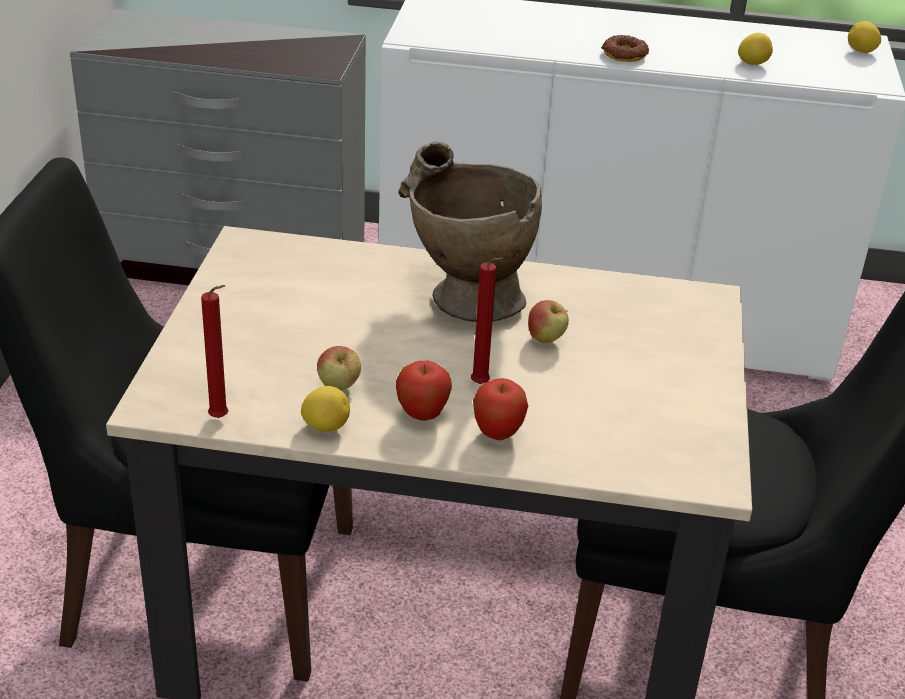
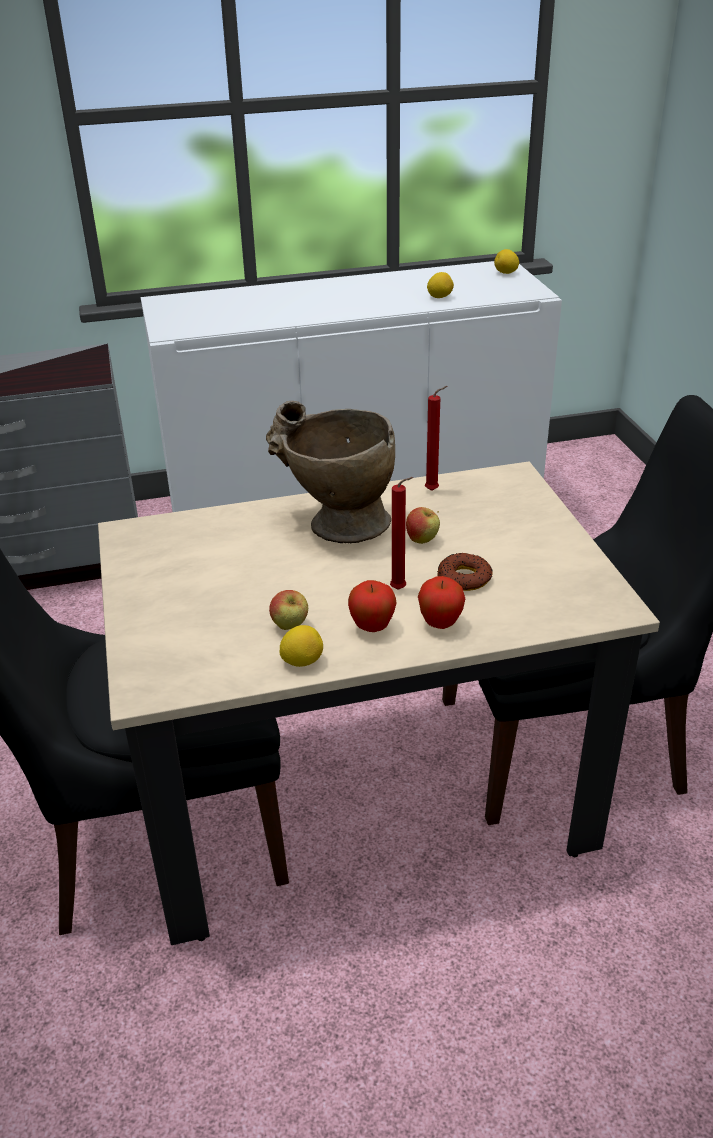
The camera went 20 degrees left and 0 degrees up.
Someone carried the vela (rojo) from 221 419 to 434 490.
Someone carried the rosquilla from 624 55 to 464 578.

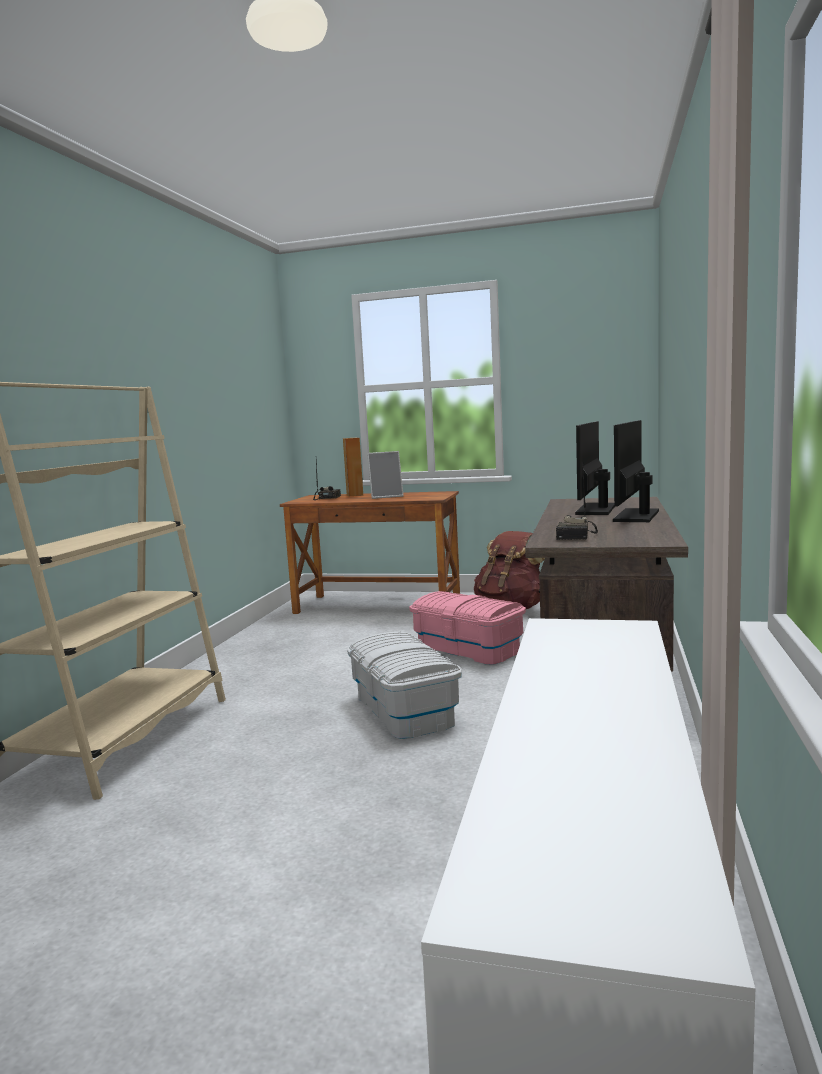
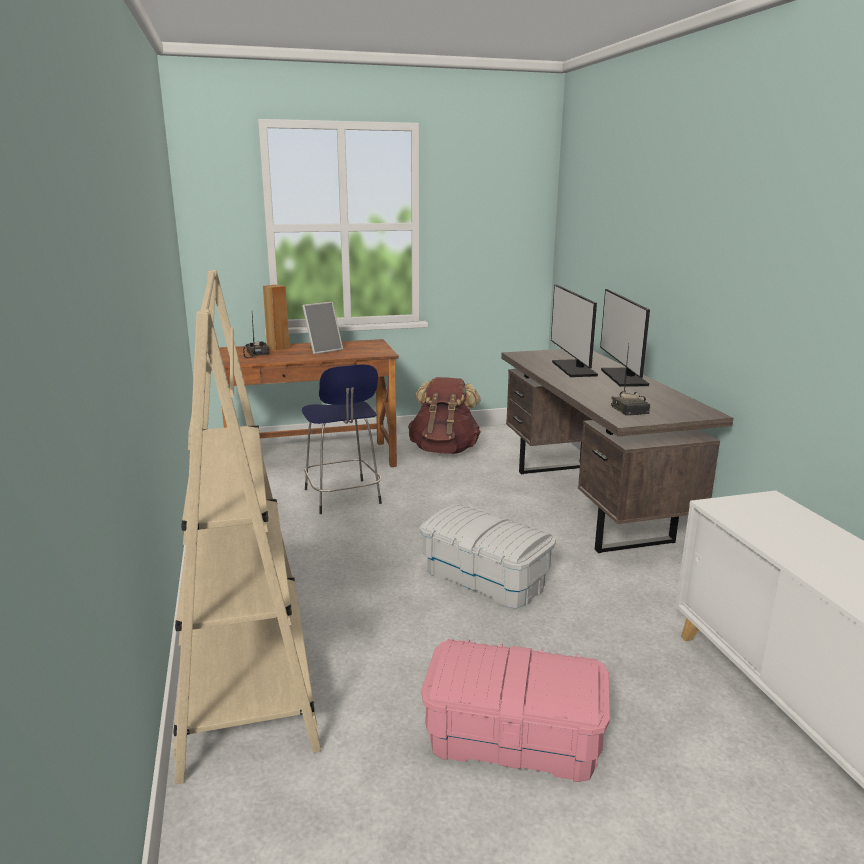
The camera went 30 degrees left and 10 degrees up.
Someone put down the taburete (azul) at 343 498.
Someone carried the caja de almacenaje (rosa) from 468 649 to 514 738.

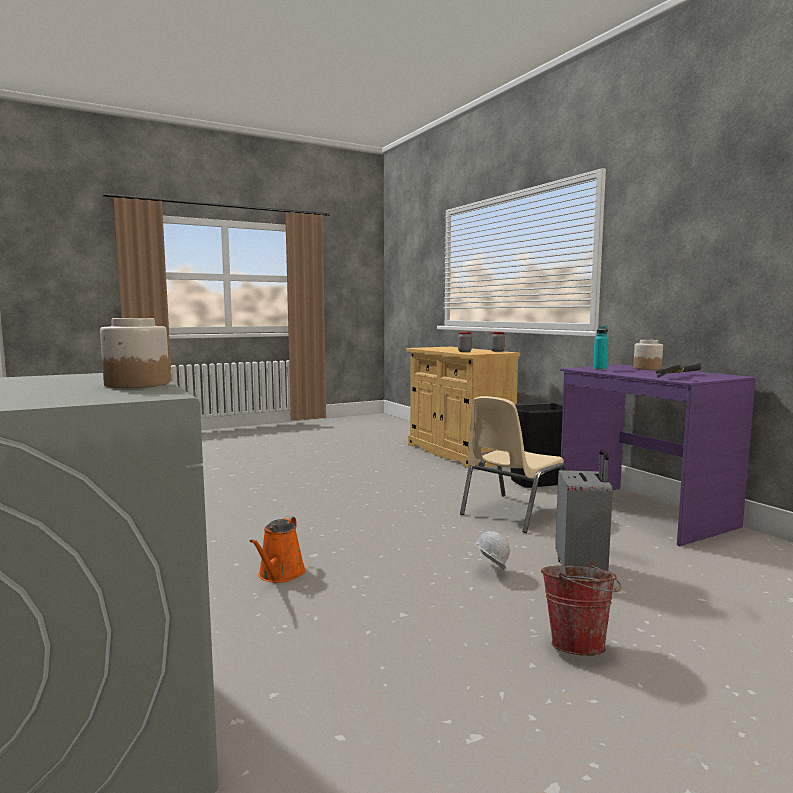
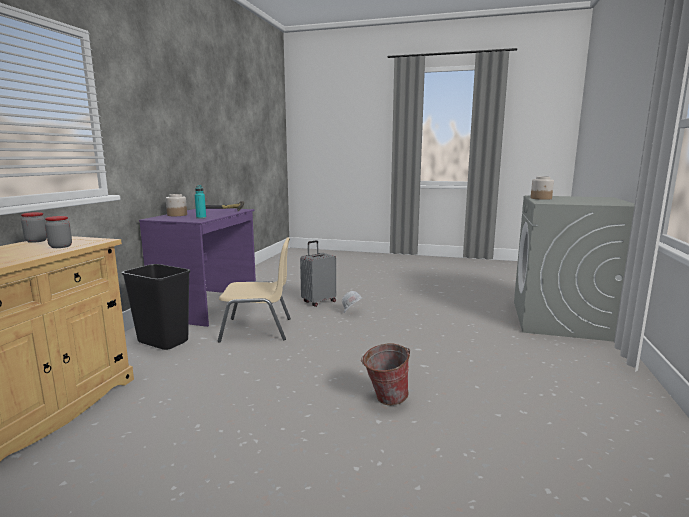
The camera went 135 degrees left and 5 degrees up.
Someone carried the cubo from 577 644 to 385 400.
Someone took away the regadera (naranja) at 280 574.

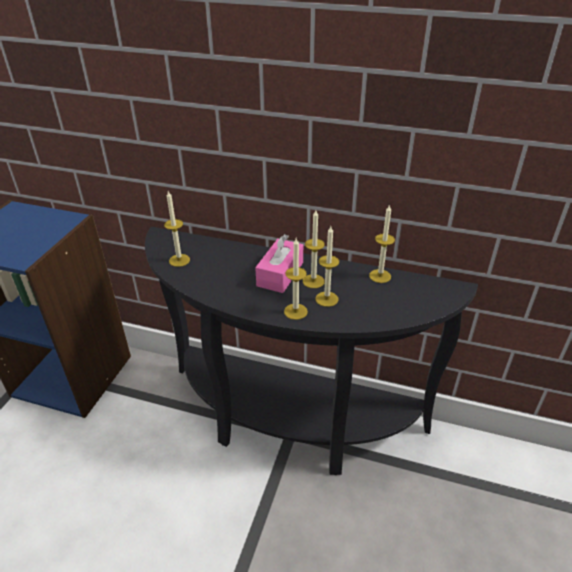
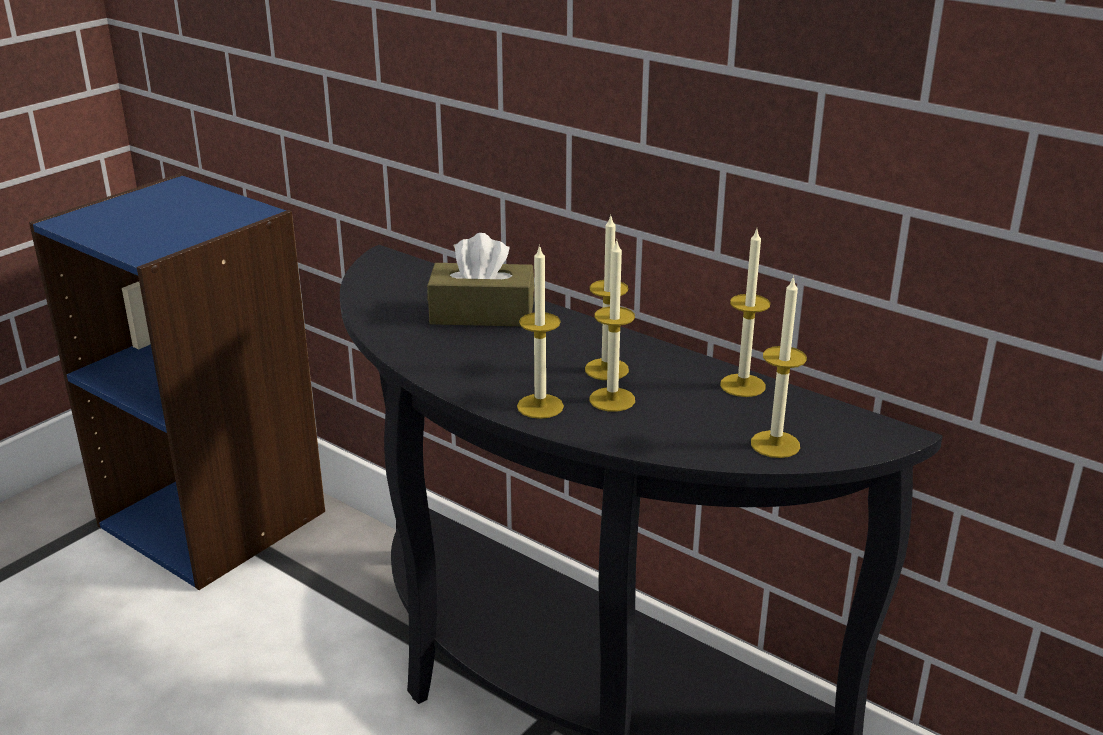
The camera went 20 degrees right and 10 degrees down.
Someone put down the caja de pañuelos (marrón) at 482 314.
Someone carried the vela from 179 260 to 775 444.
Someone took away the caja de pañuelos (rosa) at 280 274.

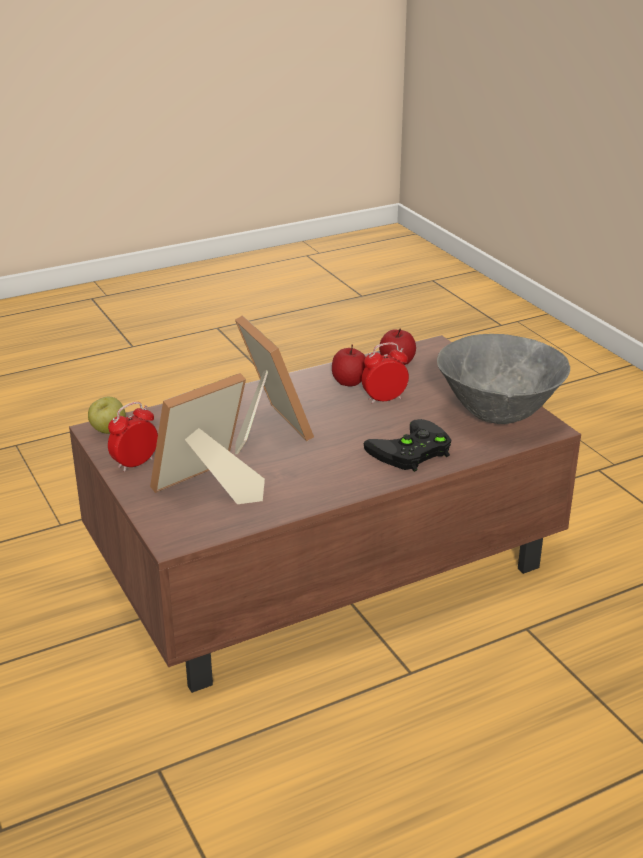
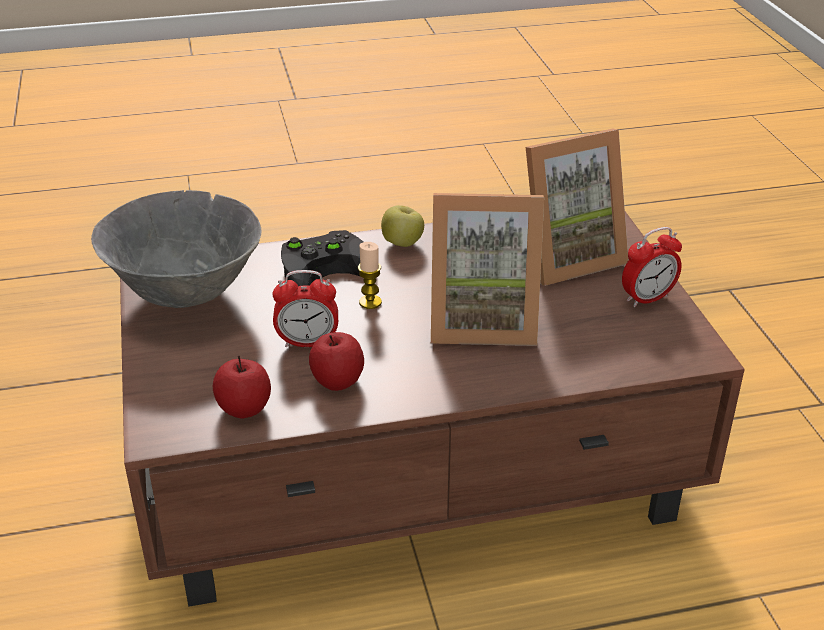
The camera went 165 degrees left and 5 degrees up.
Someone put down the vela at 370 302.
Someone carried the manzana from 108 431 to 402 244.
Someone rotated the portarretratos at 265 429 by 75 degrees counterclockwise.

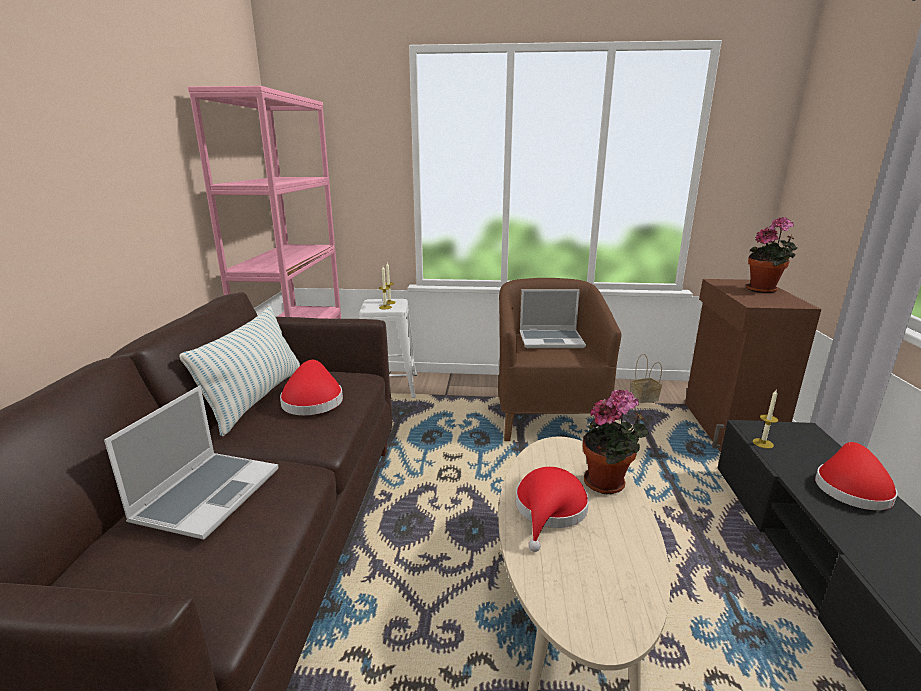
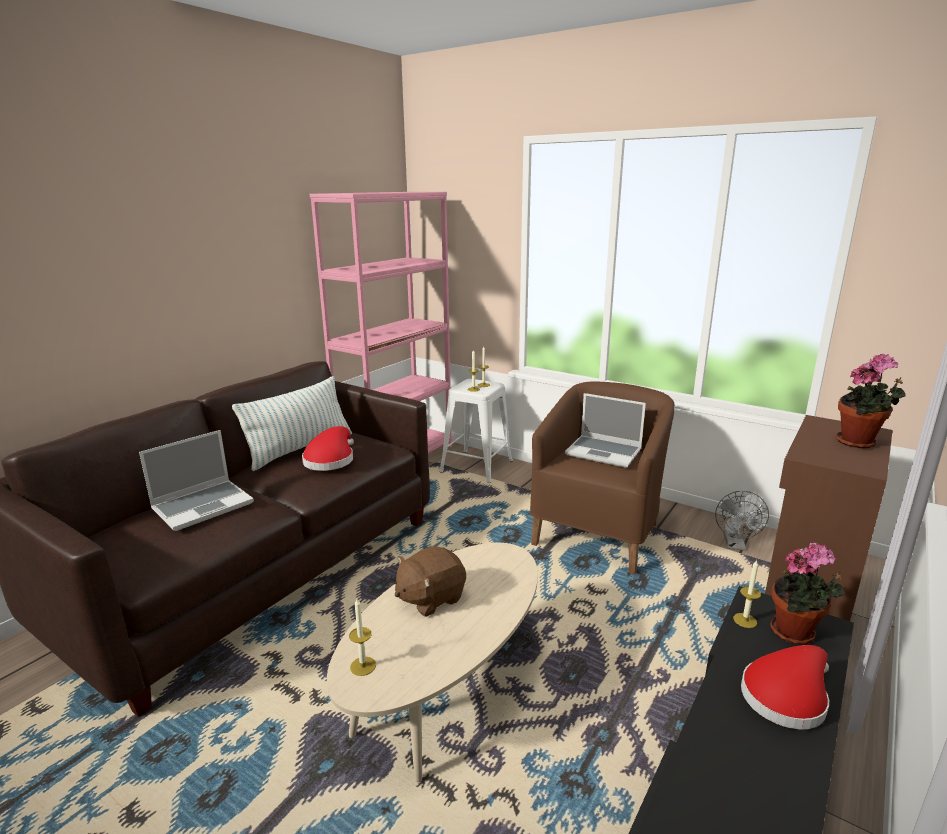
The camera went 30 degrees right and 0 degrees up.
Someone put down the vela at 363 666.
Someone swapped the sombrero (rojo) at 549 510 for the peluche (marrón) at 430 598.
Someone swapped the cesta at 644 398 for the ventilador (gris) at 735 545.
Someone carried the planta en maceta from 608 484 to 796 634.

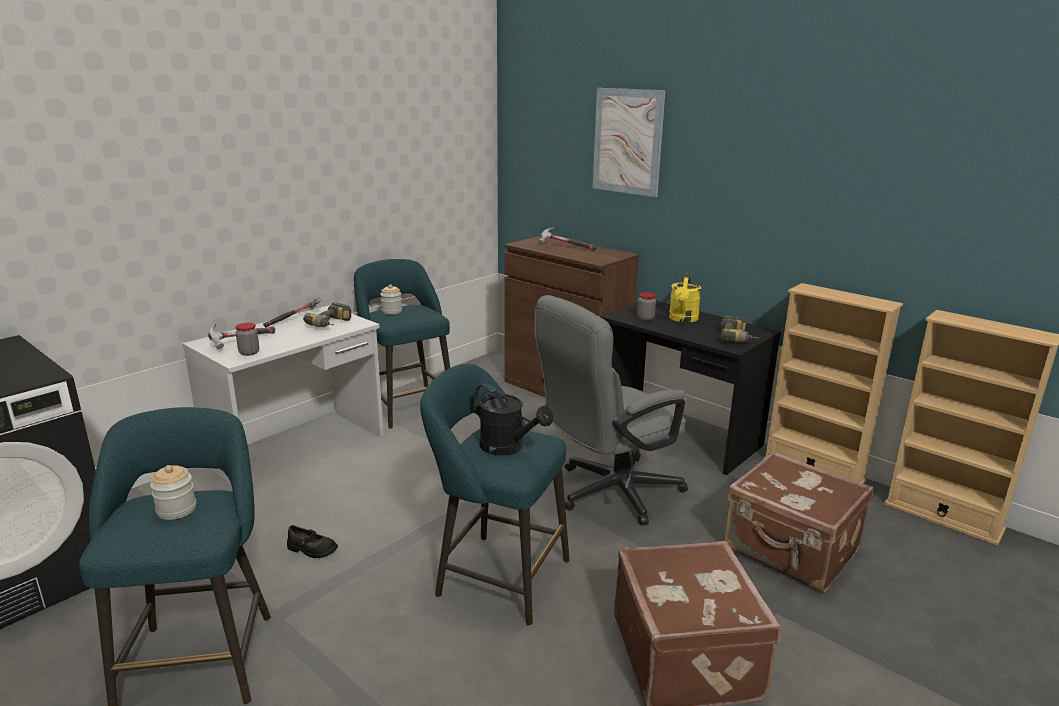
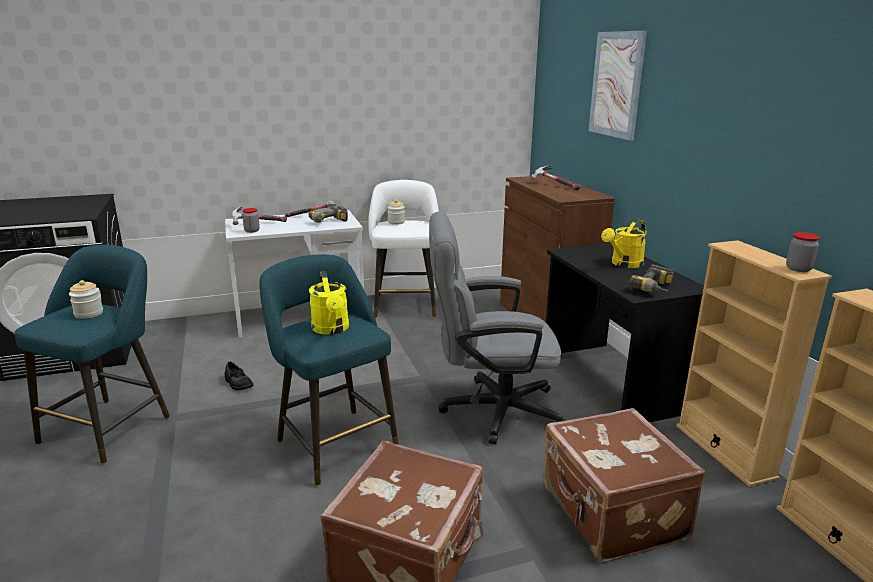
The camera went 30 degrees right and 0 degrees up.
Someone repainted the regadera (negro) at 508 447, which became the regadera (amarillo) at 331 329.
Someone repainted the taburete (turquesa) at 407 405, which became the taburete (blanco) at 405 304.
Someone carried the tarro from 645 318 to 798 269.

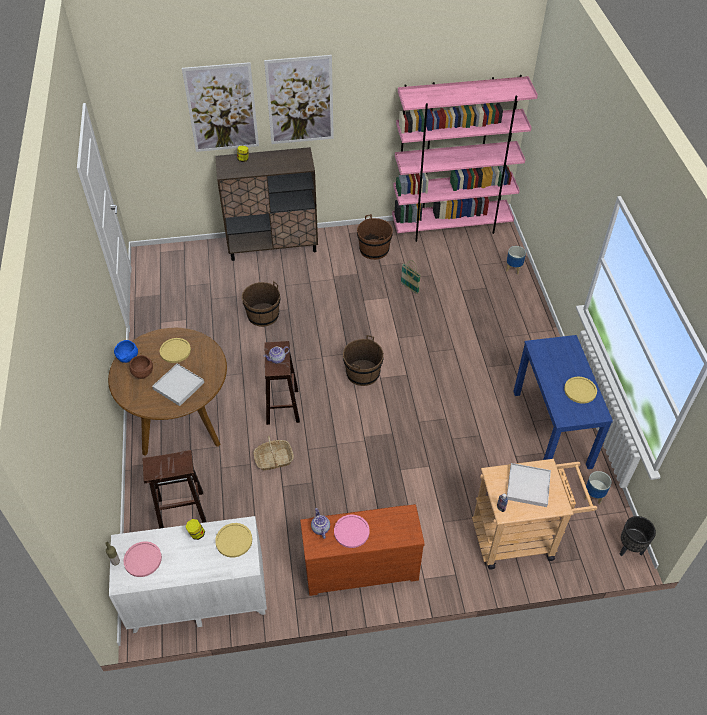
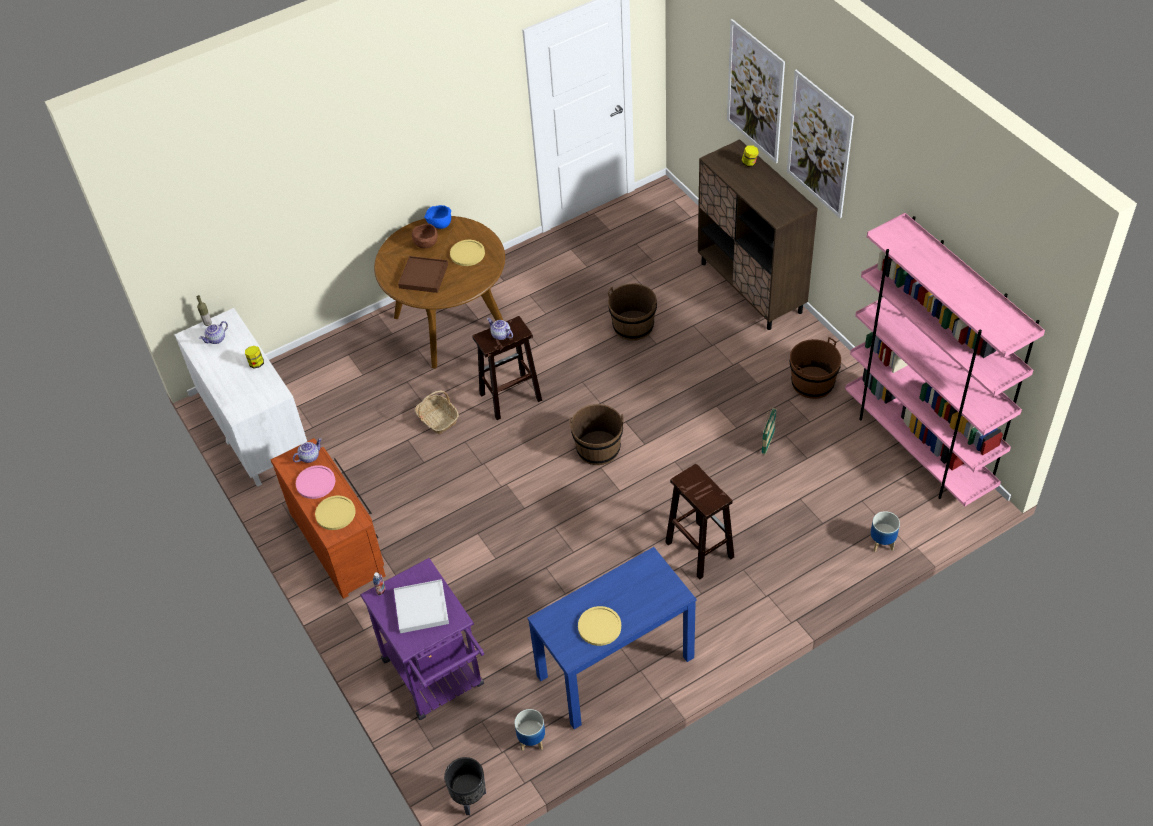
The camera went 70 degrees right and 0 degrees up.
Someone swapped the plato (rosa) at 142 559 for the tetera at 216 339.
Someone carried the plato (amarillo) from 234 540 to 335 513.
Someone repainted the carrito (beis) at 521 537, which became the carrito (morado) at 437 679.
Someone repainted the bandeja (blanco) at 178 386, which became the bandeja (marrón) at 423 276.
Someone carried the taburete (marrón) from 180 510 to 698 549.

